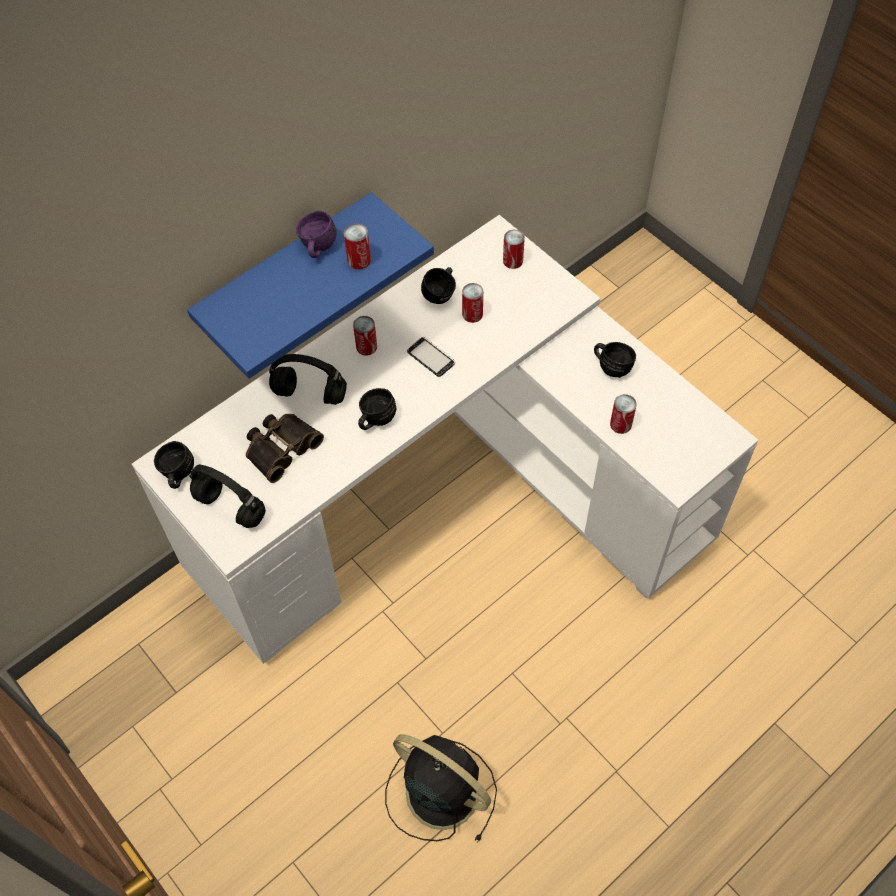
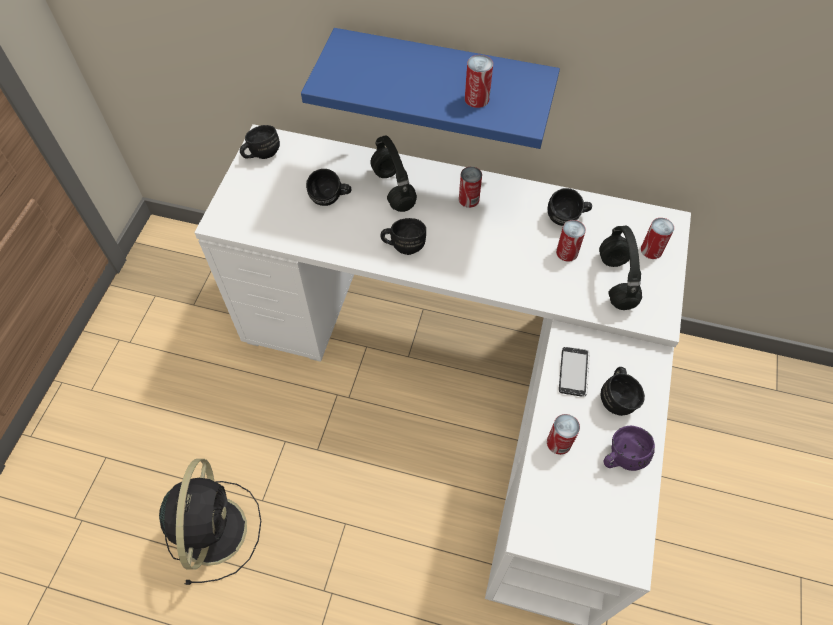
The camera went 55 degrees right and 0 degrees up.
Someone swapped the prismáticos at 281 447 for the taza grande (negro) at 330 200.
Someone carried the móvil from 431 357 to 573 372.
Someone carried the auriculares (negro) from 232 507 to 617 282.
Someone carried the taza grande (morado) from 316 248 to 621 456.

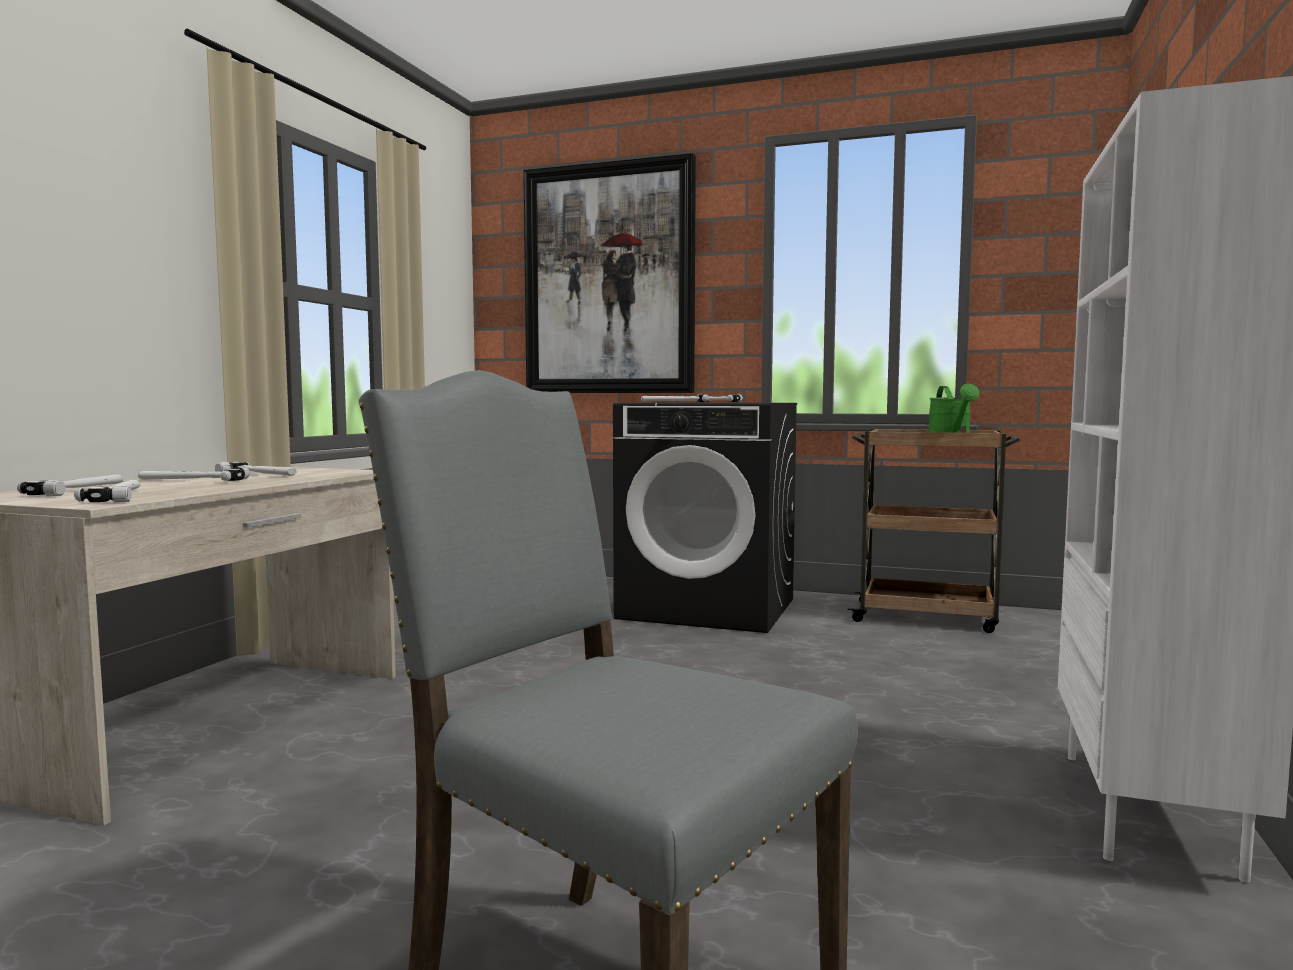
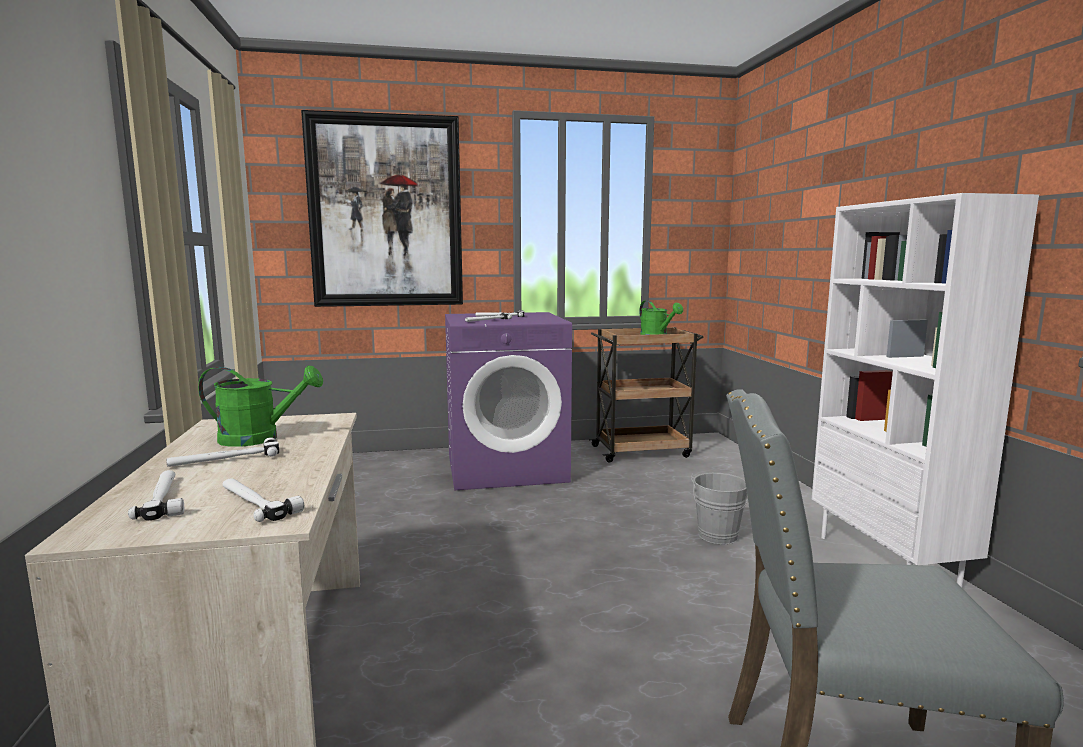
The camera went 30 degrees left and 5 degrees up.
Someone swapped the martillo at 259 475 for the regadera (verde) at 260 438.
Someone repainted the lavadora (negro) at 709 608, which became the lavadora (morado) at 507 468.
Someone put down the cubo (gris) at 717 537.

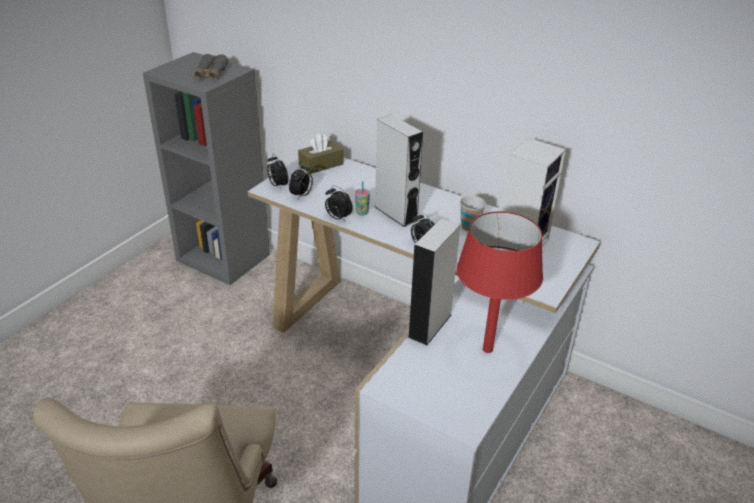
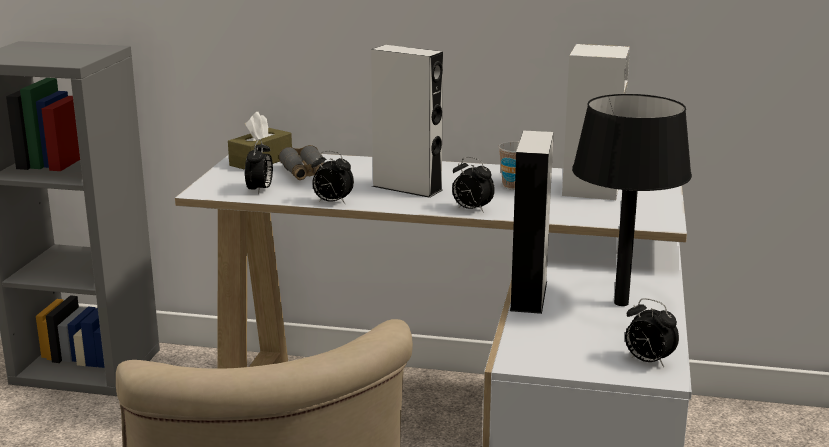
The camera went 20 degrees left and 15 degrees down.
Someone carried the prismáticos (gris) from 211 74 to 306 174.
Someone repainted the lámpara de mesa (rojo) at 487 349, which became the lámpara de mesa (negro) at 621 303.
Someone carried the despertador from 278 185 to 647 361.
Someone took away the taza at 362 213.

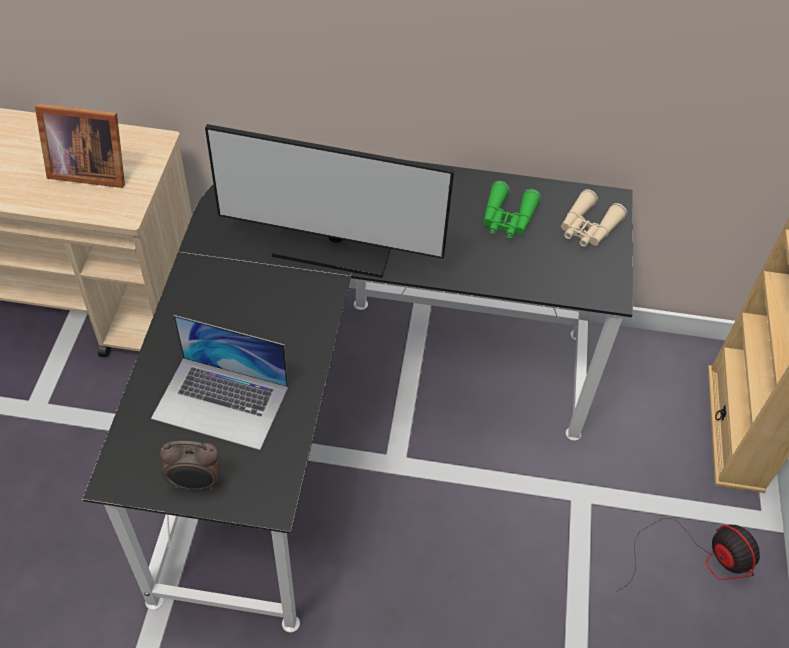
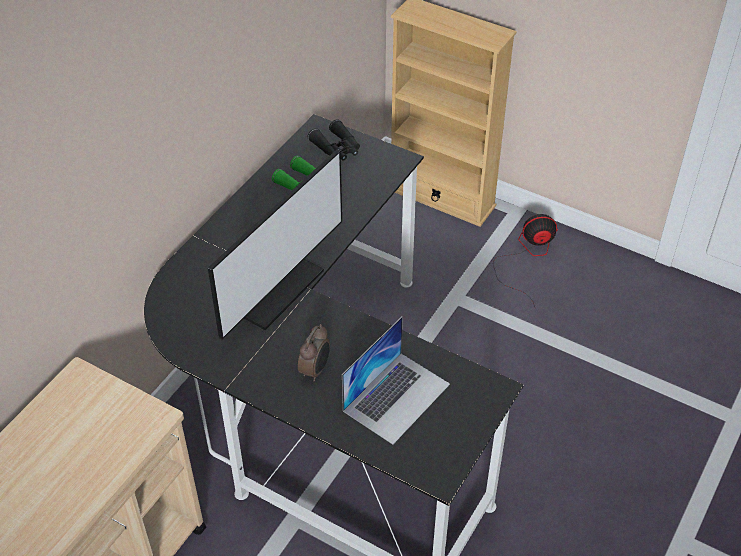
The camera went 65 degrees left and 5 degrees down.
Someone carried the despertador from 195 483 to 315 370.
Someone repainted the prismáticos (beis) at 587 228, which became the prismáticos (negro) at 337 148.
Someone took away the portarretratos at 88 170.

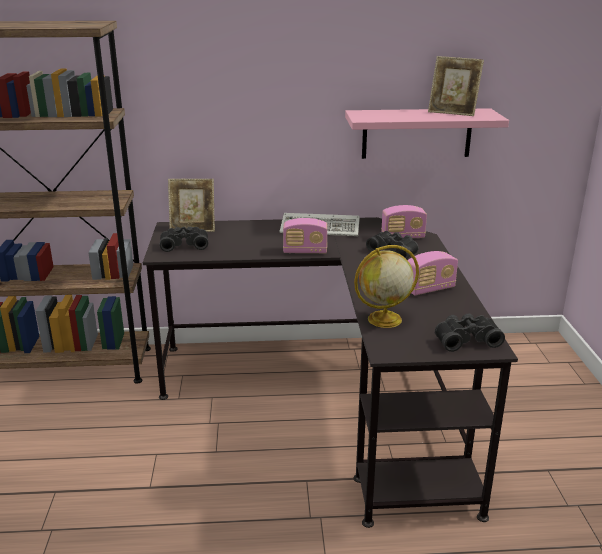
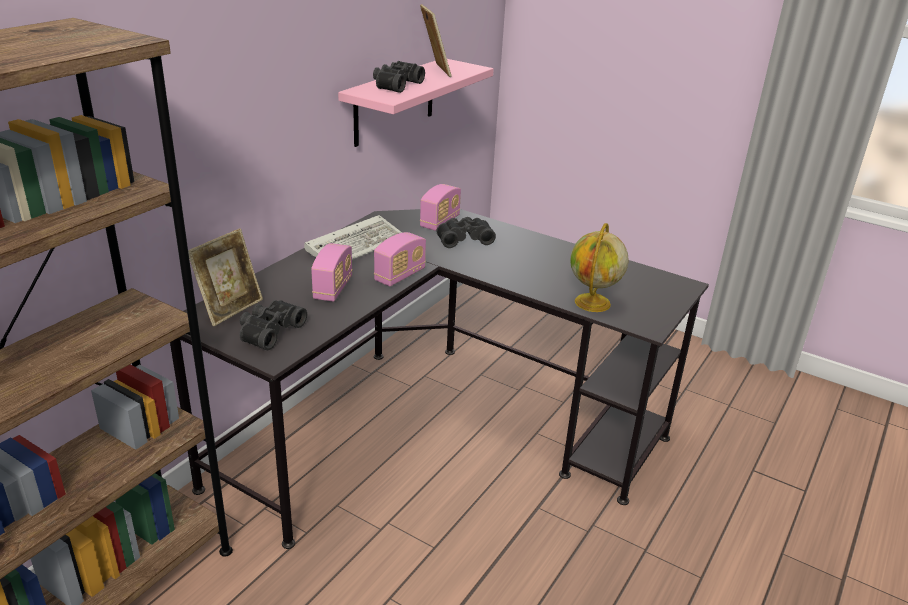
The camera went 55 degrees left and 5 degrees up.
Someone carried the radio from 429 289 to 333 289.
Someone carried the prismáticos (negro) from 465 339 to 395 85.
Someone rotated the portarretratos at 452 112 by 75 degrees counterclockwise.

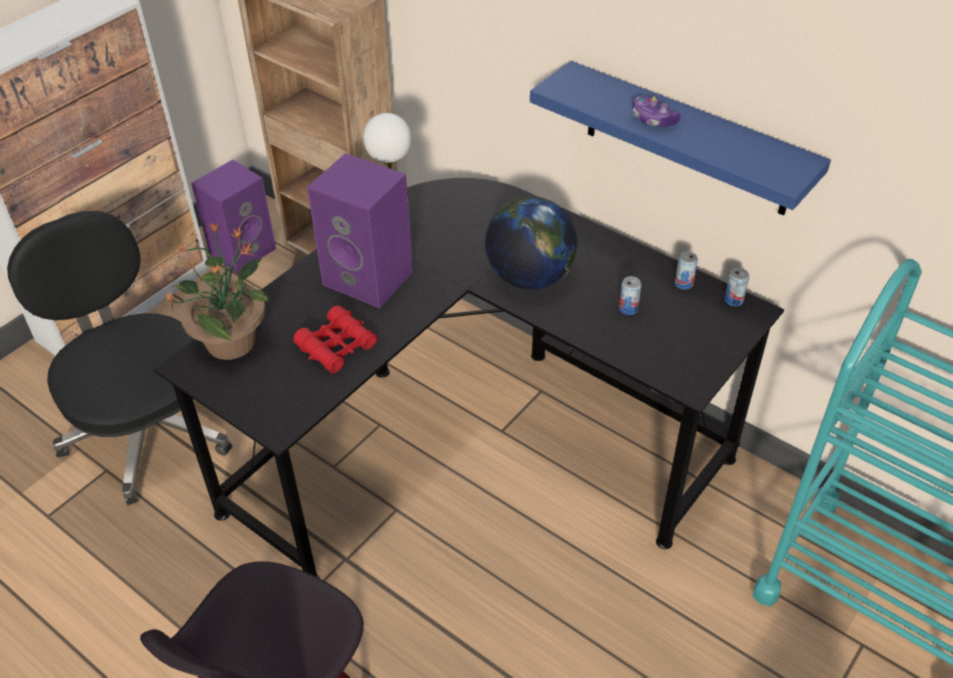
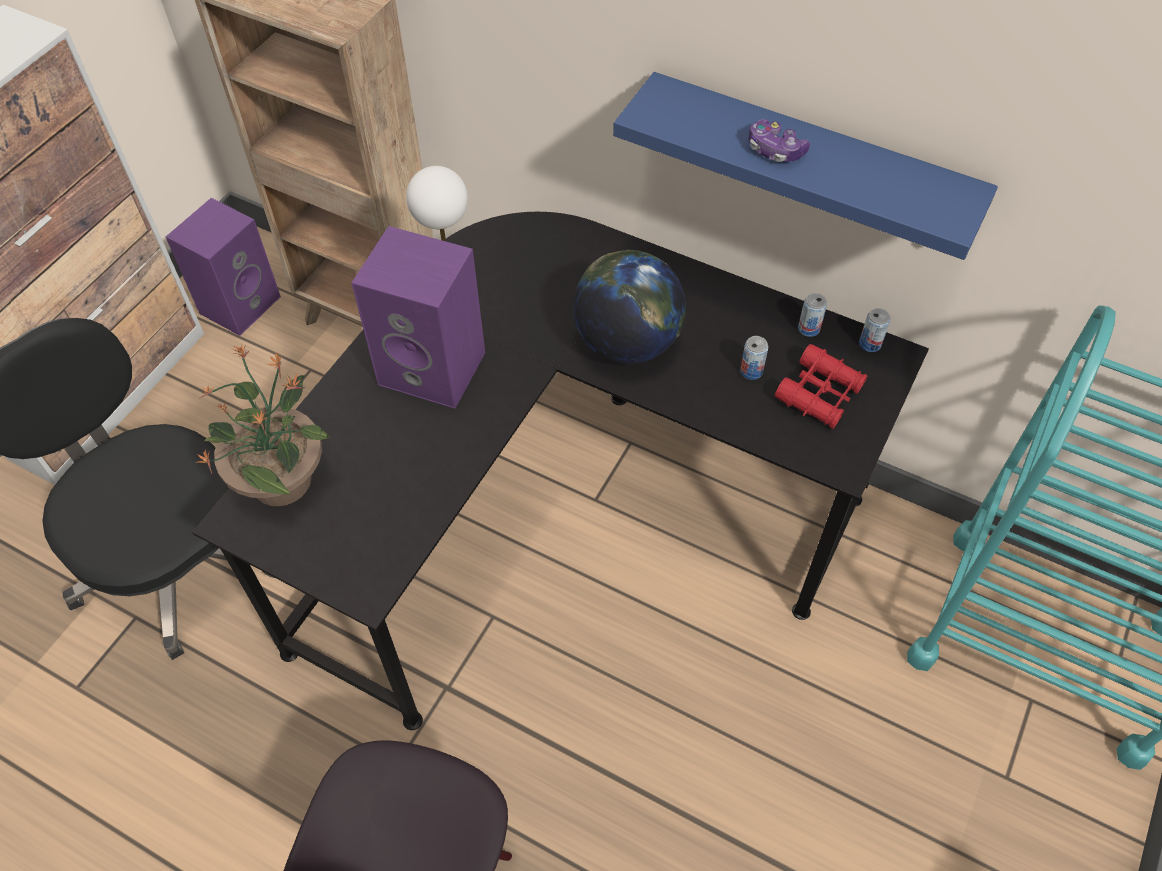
The camera went 10 degrees left and 10 degrees up.
Someone carried the prismáticos (rojo) from 337 346 to 819 393.

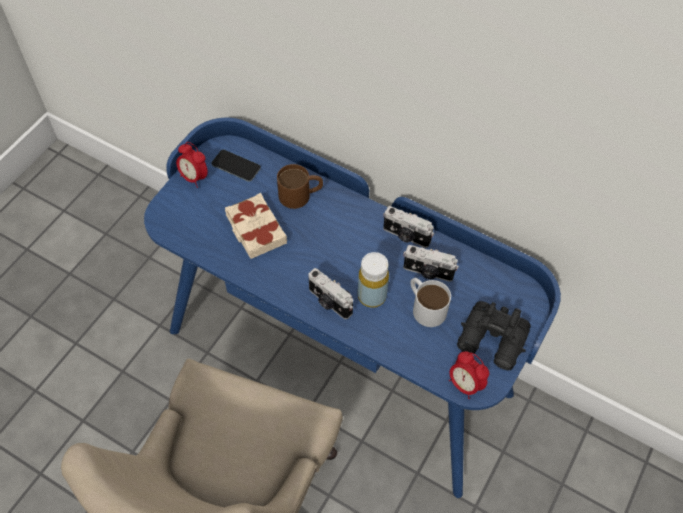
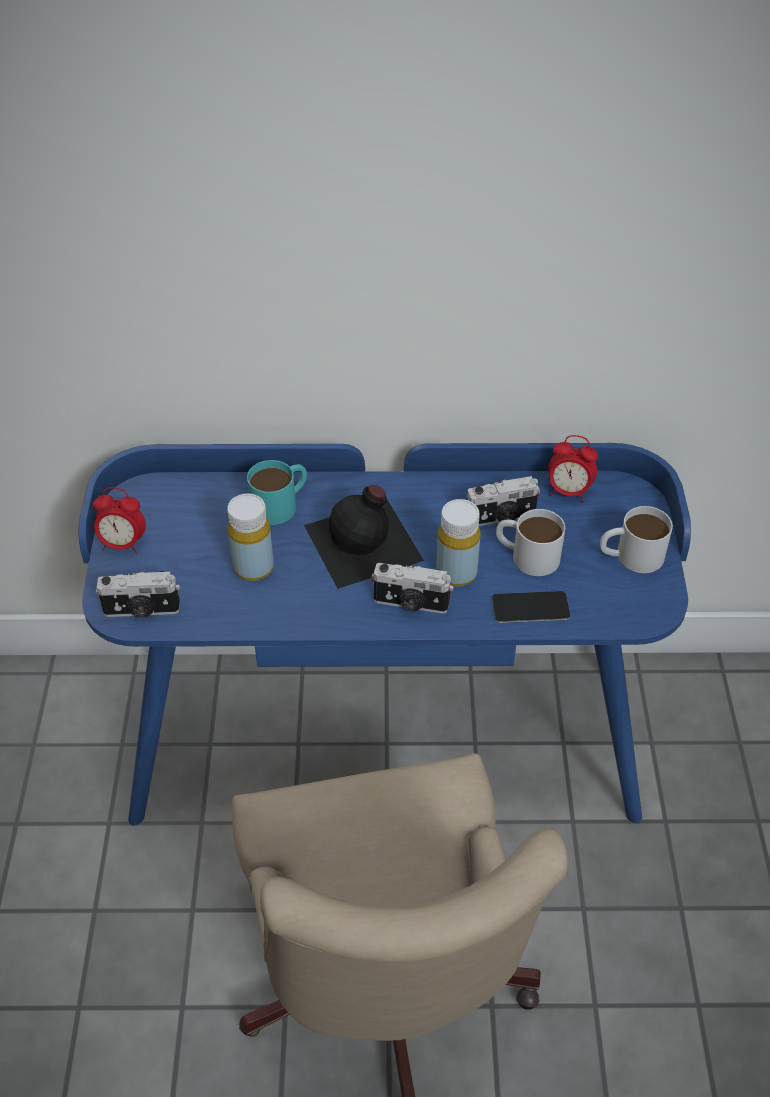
The camera went 30 degrees left and 10 degrees down.
Someone carried the cámara from 406 236 to 142 611.
Someone swapped the libro (beis) at 255 230 for the botella (amarillo) at 253 567.
Someone repainted the taza grande (marrón) at 300 195, which became the taza grande (turquesa) at 281 503.
Someone put down the botella (negro) at 365 543.
Someone carried the móvil from 236 166 to 530 608.
Someone carried the despertador from 464 384 to 568 492.
Someone swapped the prismáticos (negro) at 492 342 for the taza grande (blanco) at 630 556.

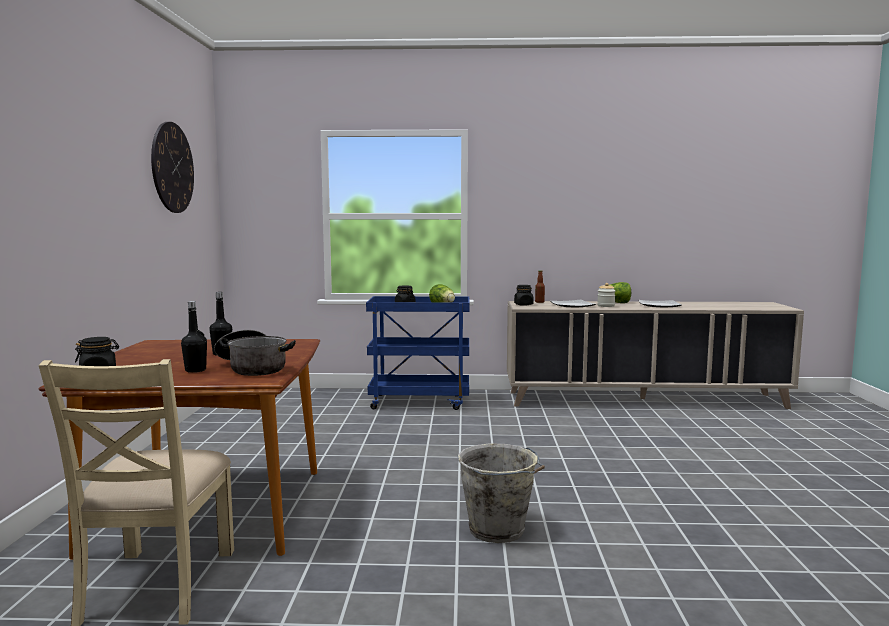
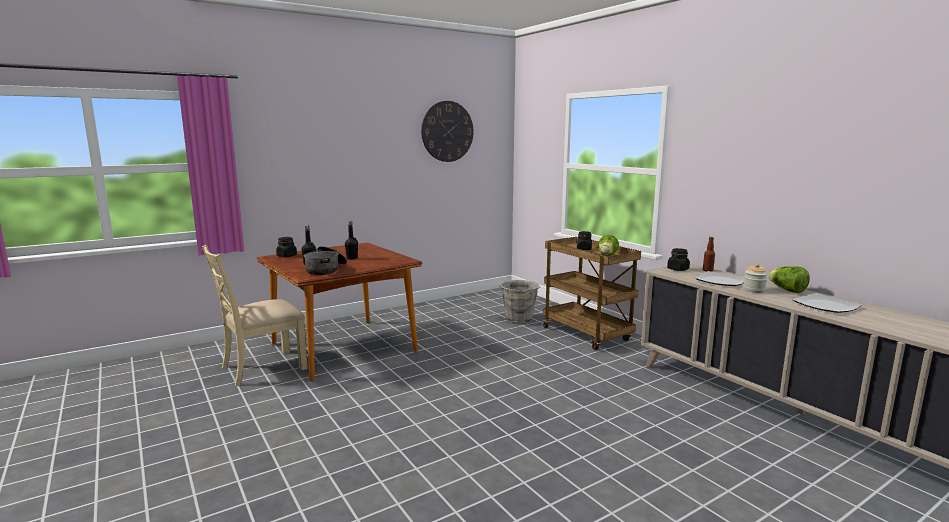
The camera went 55 degrees right and 5 degrees up.
Someone carried the cubo (gris) from 498 530 to 518 320.
Someone repainted the carrito (azul) at 420 402, which became the carrito (marrón) at 587 334.

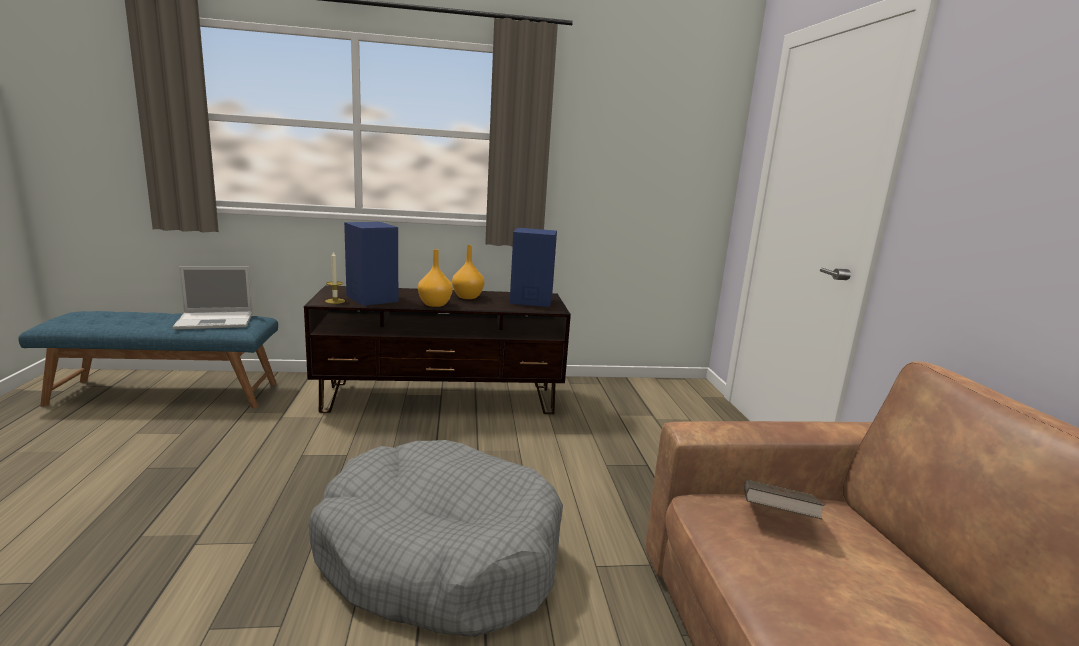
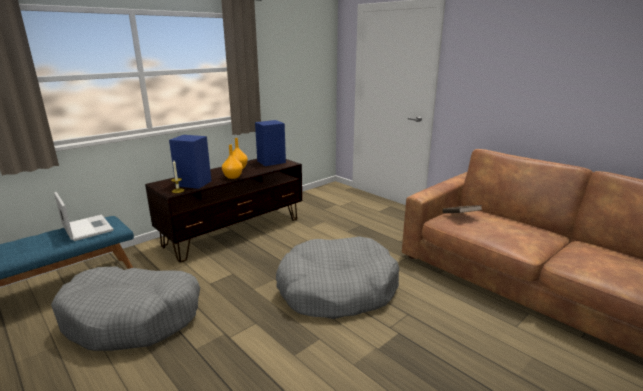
The camera went 35 degrees left and 5 degrees up.
Someone put down the cama para perro (gris) at 133 317.
Someone rotated the portátil at 216 320 by 75 degrees counterclockwise.

